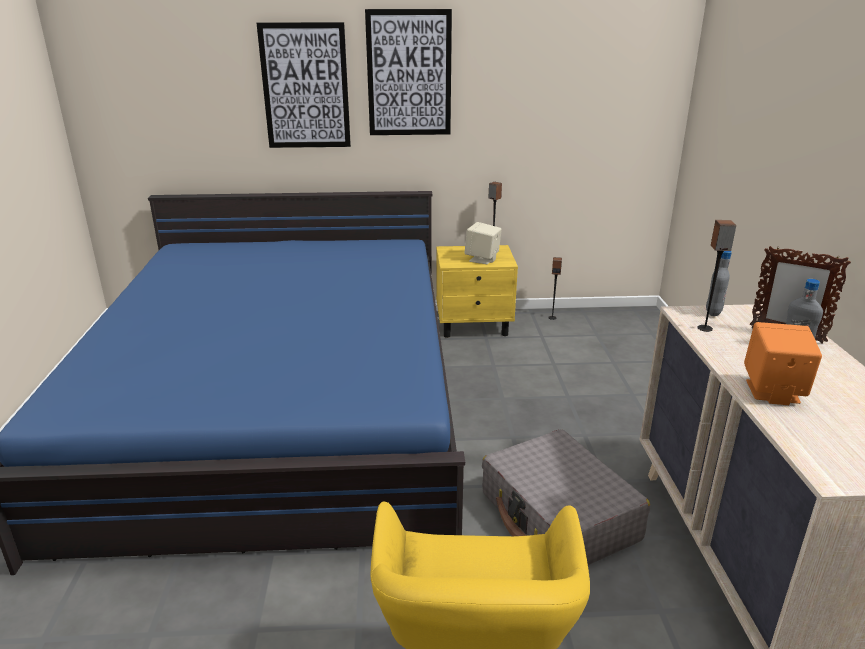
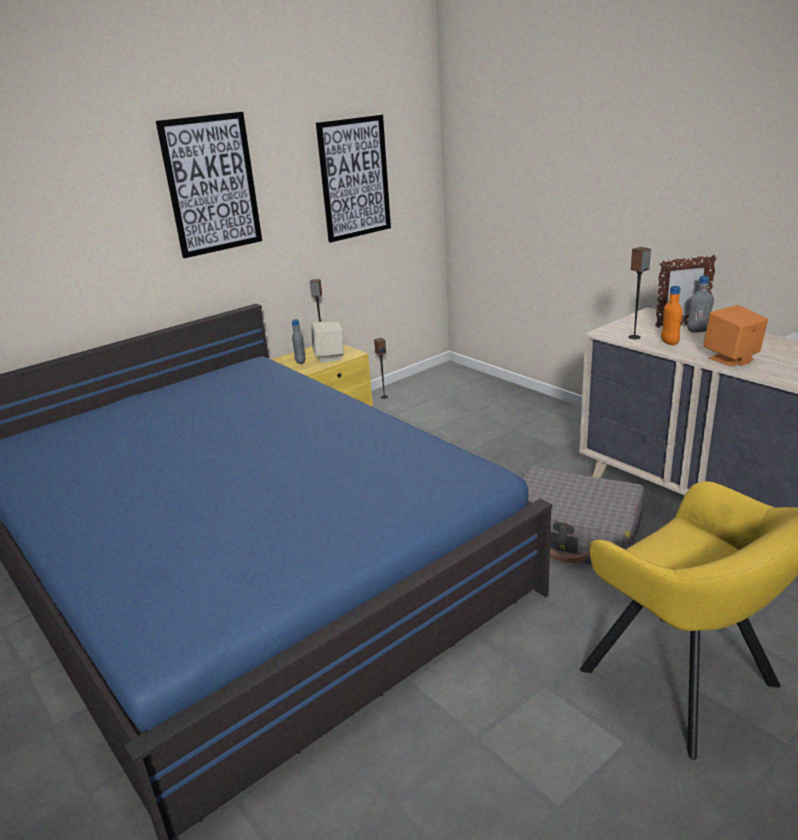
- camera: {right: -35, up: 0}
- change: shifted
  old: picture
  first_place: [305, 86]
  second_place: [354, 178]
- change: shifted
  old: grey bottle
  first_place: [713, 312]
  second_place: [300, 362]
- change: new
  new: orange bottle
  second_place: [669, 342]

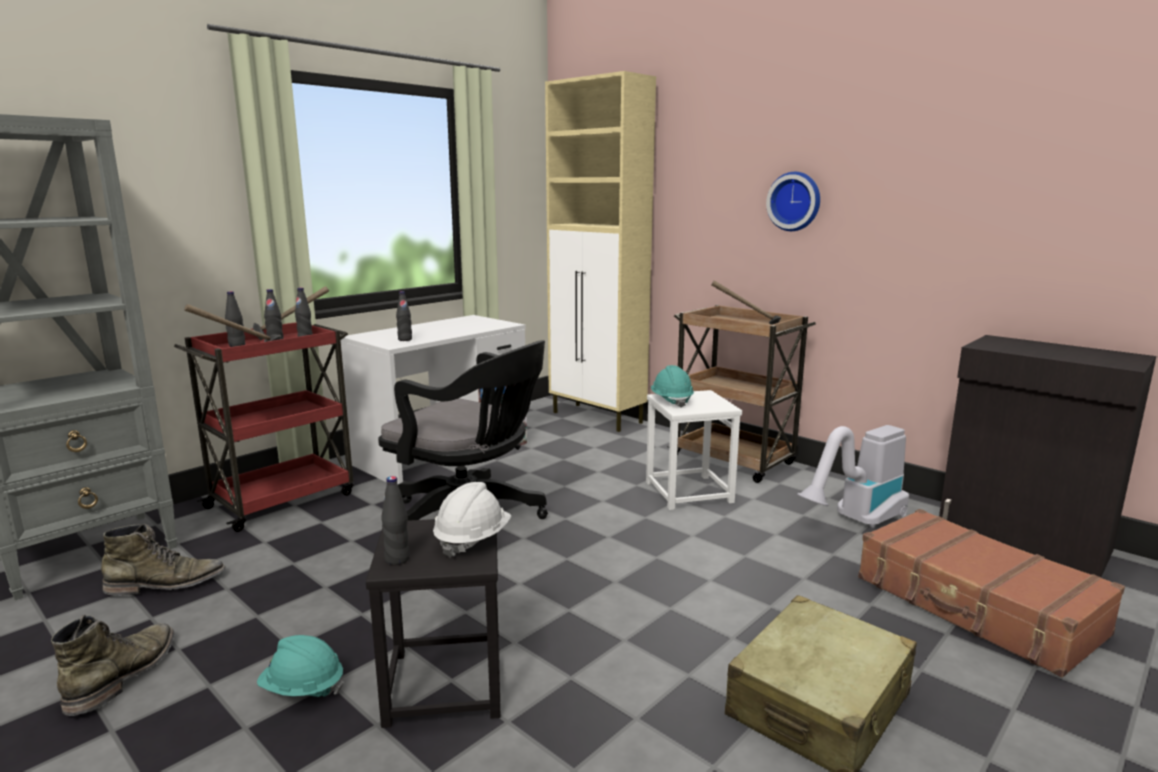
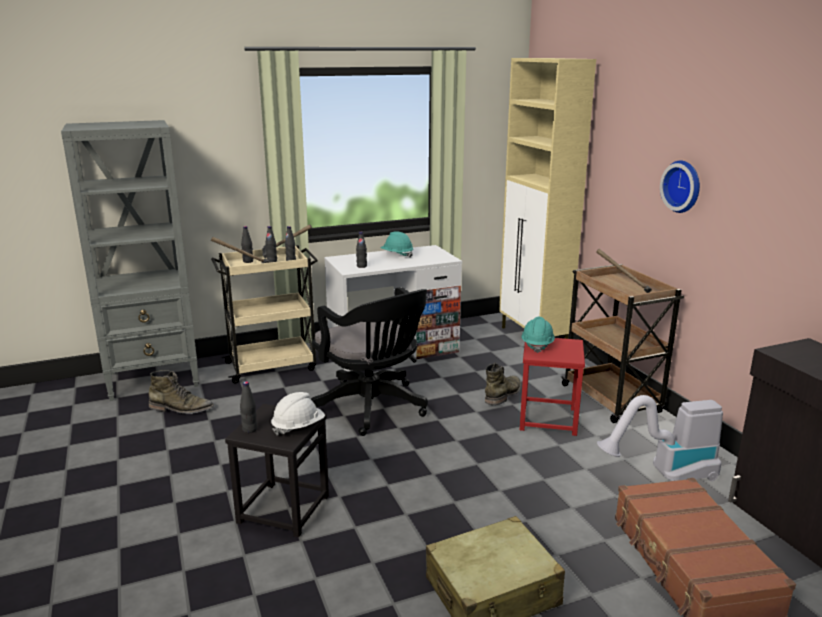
- camera: {right: 25, up: 5}
- change: repainted
  old: red cart
  new: beige cart
  first_place: [283, 500]
  second_place: [272, 366]
- change: repainted
  old: white stool
  new: red stool
  first_place: [688, 492]
  second_place: [547, 419]
- change: shifted
  old: green boot
  first_place: [125, 674]
  second_place: [503, 394]
- change: shifted
  old: turquoise hard hat
  first_place: [302, 689]
  second_place: [397, 255]

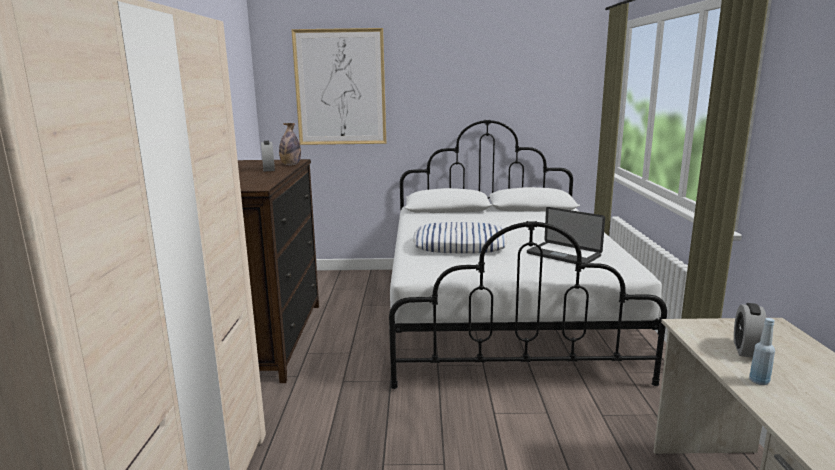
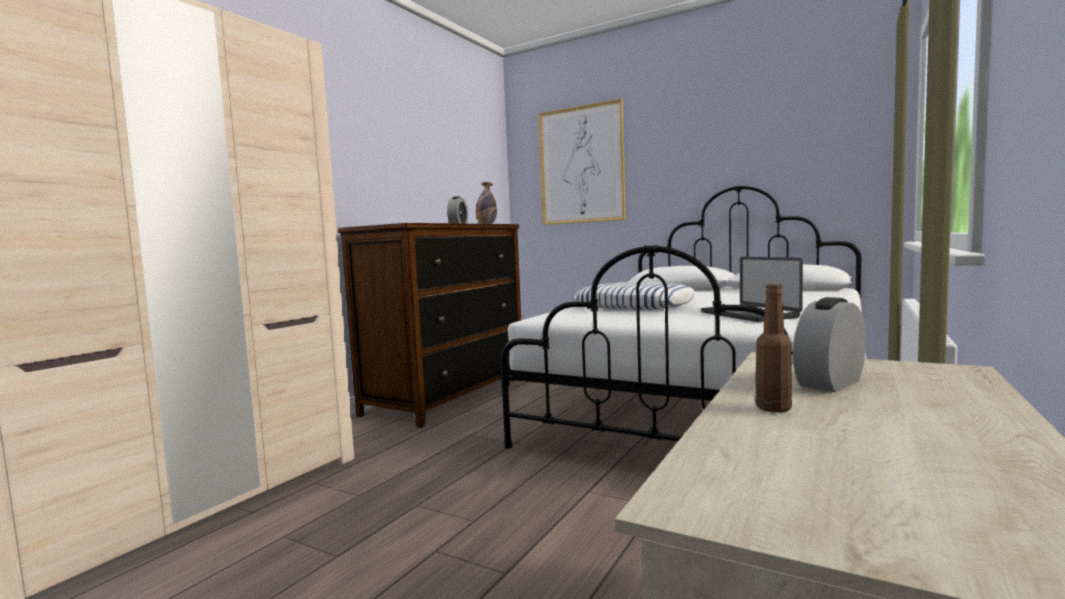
- camera: {right: 30, up: -10}
- change: repainted
  old: blue bottle
  new: brown bottle
  first_place: [759, 381]
  second_place: [773, 408]

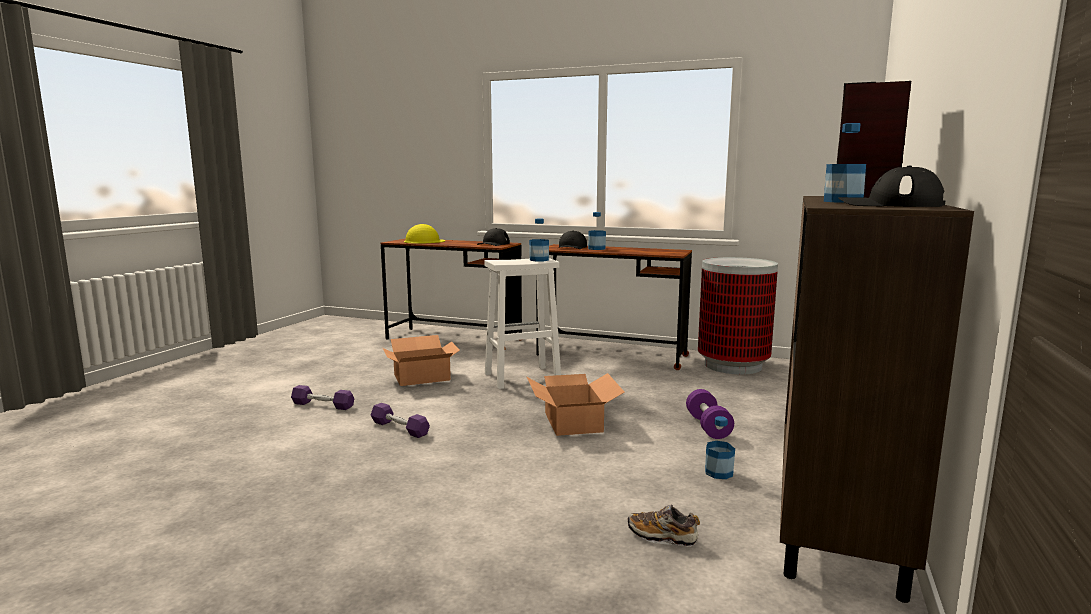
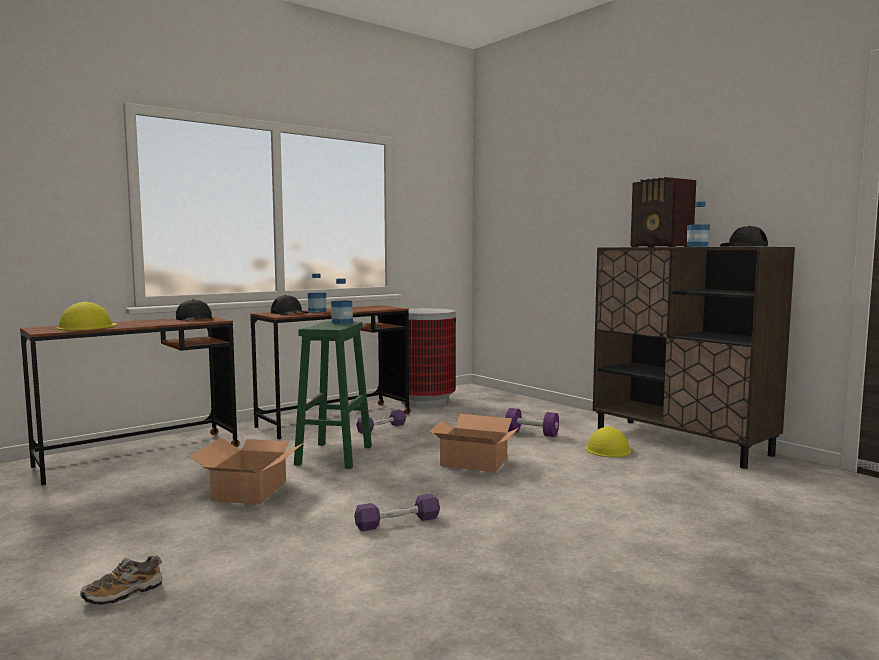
- camera: {right: -60, up: -5}
- change: repainted
  old: white stool
  new: green stool
  first_place: [521, 378]
  second_place: [334, 456]
- change: shifted
  old: purple dumbbell
  first_place: [323, 405]
  second_place: [381, 428]
- change: swapped
  old: bottle
  new: yellow hard hat
  first_place: [718, 472]
  second_place: [608, 449]
- change: shifted
  old: shoe
  first_place: [662, 537]
  second_place: [123, 594]

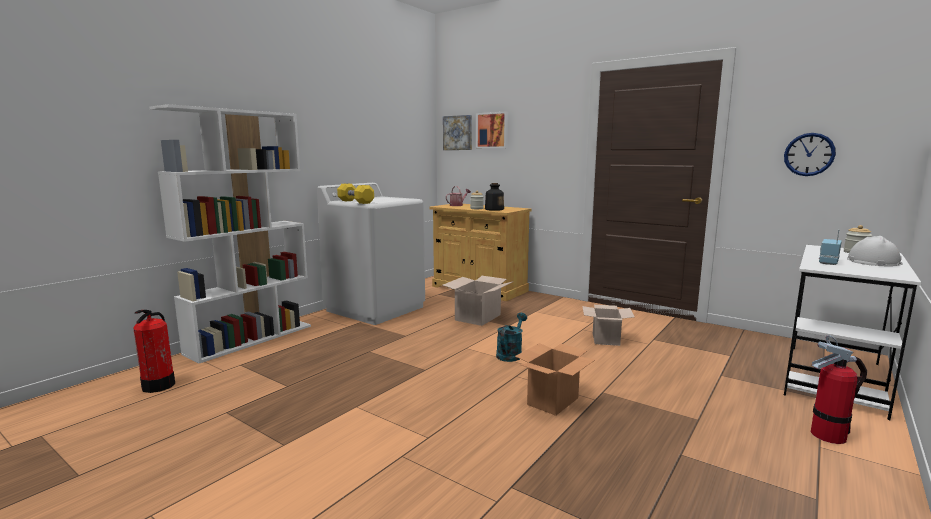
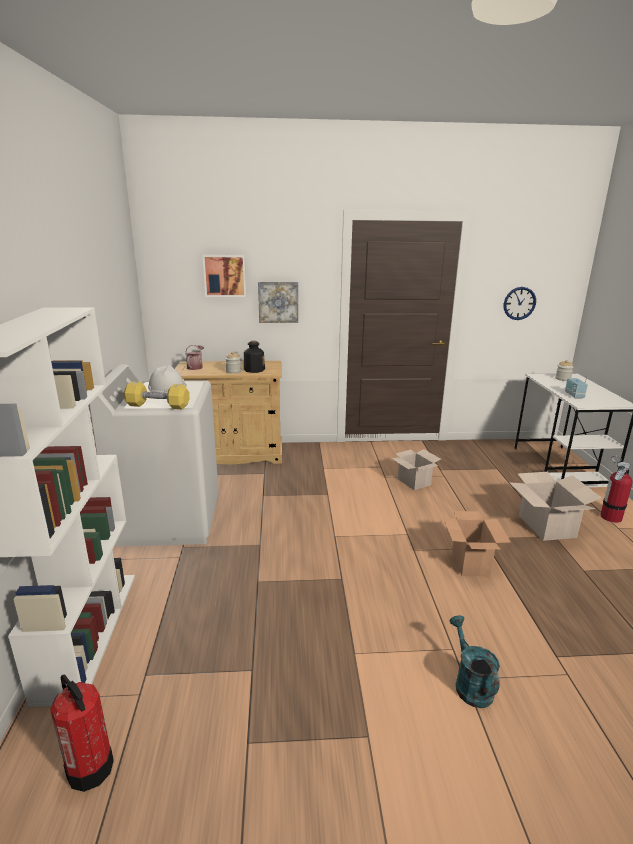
- camera: {right: -40, up: 10}
- change: shifted
  old: picture
  first_place: [458, 133]
  second_place: [278, 302]
- change: shifted
  old: white hard hat
  first_place: [873, 261]
  second_place: [167, 387]
- change: shifted
  old: cardboard box
  first_place: [478, 317]
  second_place: [547, 526]
- change: shifted
  old: turquoise watering can
  first_place: [510, 354]
  second_place: [470, 683]

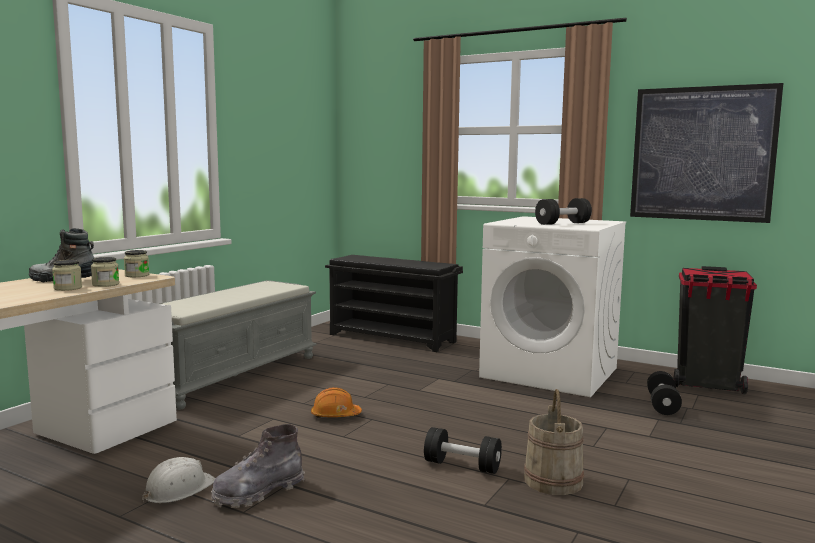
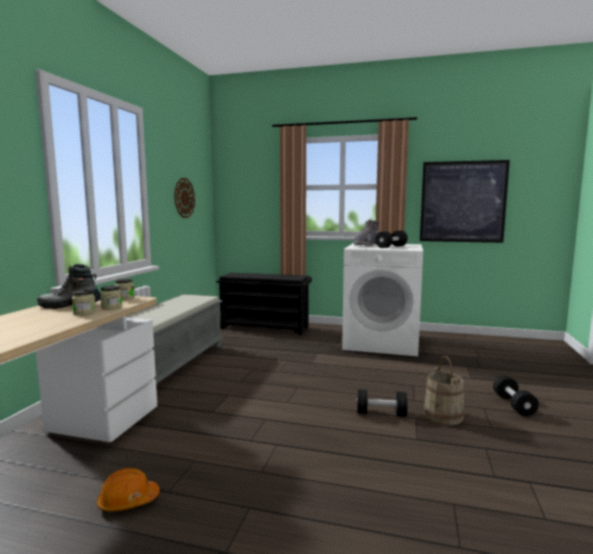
- camera: {right: -15, up: 0}
- change: gone
  old: black trash can
  first_place: [707, 385]
- change: shifted
  old: black dumbbell
  first_place: [662, 405]
  second_place: [513, 405]
- change: shifted
  old: orange hard hat
  first_place: [335, 415]
  second_place: [128, 501]
- change: shifted
  old: grey boot
  first_place: [258, 492]
  second_place: [366, 245]
- change: gone
  old: white hard hat
  first_place: [178, 489]
- change: new
  new: wall clock
  second_place: [184, 198]

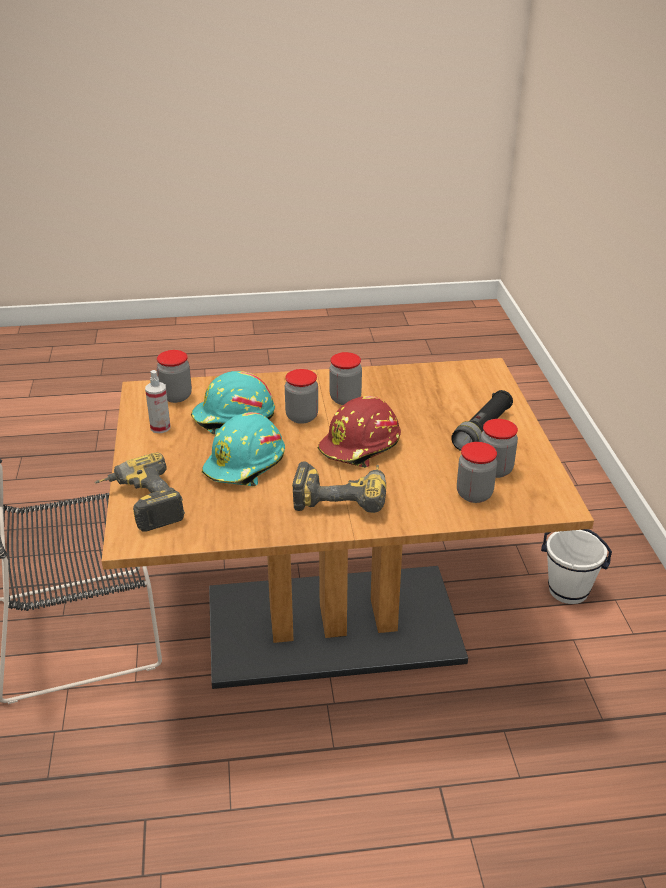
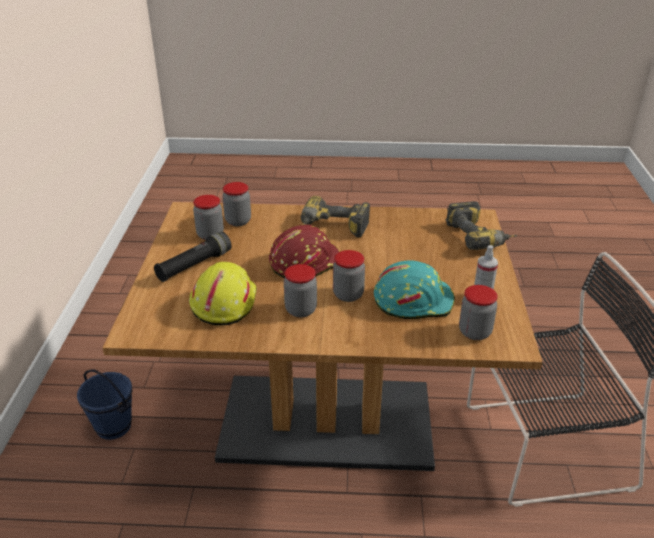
- camera: {right: -170, up: 0}
- change: gone
  old: turquoise hard hat
  first_place: [246, 465]
- change: repainted
  old: white bucket
  new: blue bucket
  first_place: [568, 590]
  second_place: [113, 427]
- change: new
  new: yellow hard hat
  second_place: [223, 302]

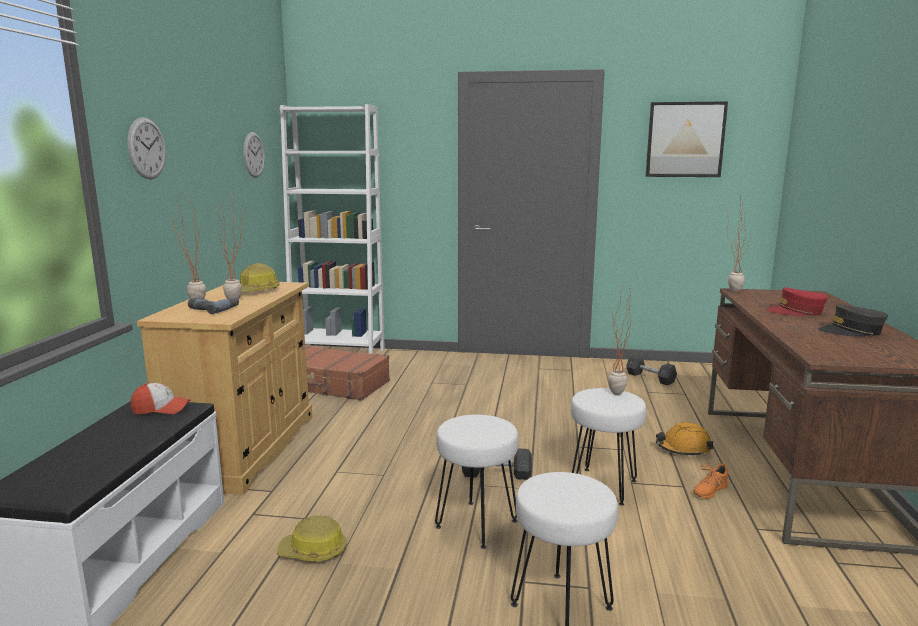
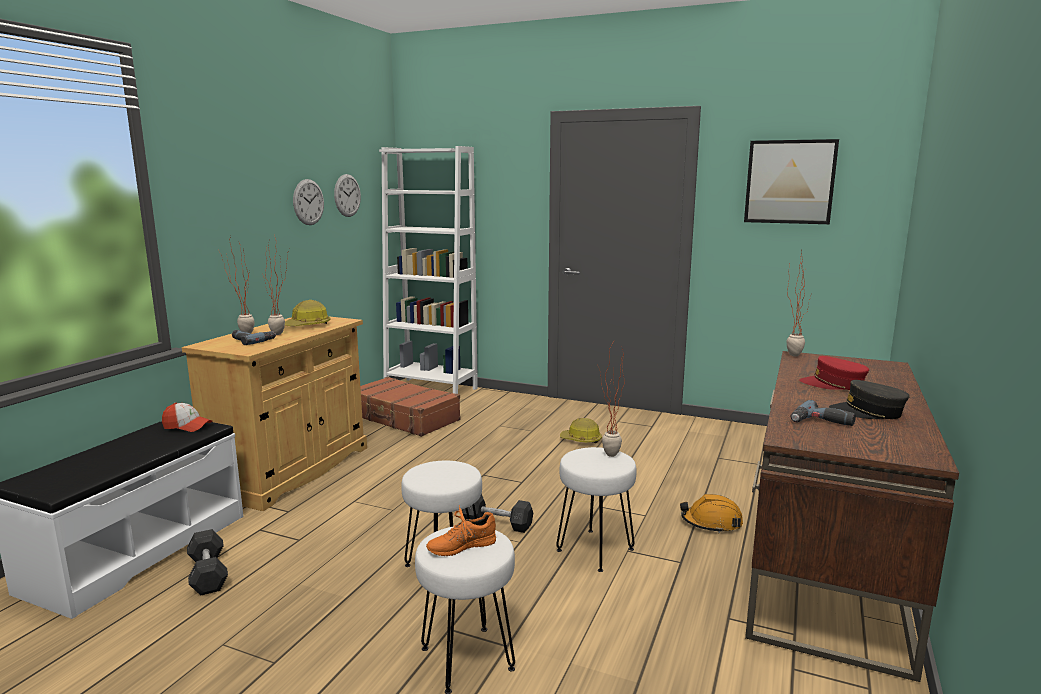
- camera: {right: 15, up: 0}
- change: shifted
  old: wall clock
  first_place: [146, 148]
  second_place: [308, 202]
- change: shifted
  old: grey dumbbell
  first_place: [650, 378]
  second_place: [208, 574]
- change: shifted
  old: orange shoe
  first_place: [709, 490]
  second_place: [461, 546]
- change: shifted
  old: hard hat
  first_place: [313, 551]
  second_place: [581, 440]
- change: new
  new: power drill
  second_place: [821, 422]

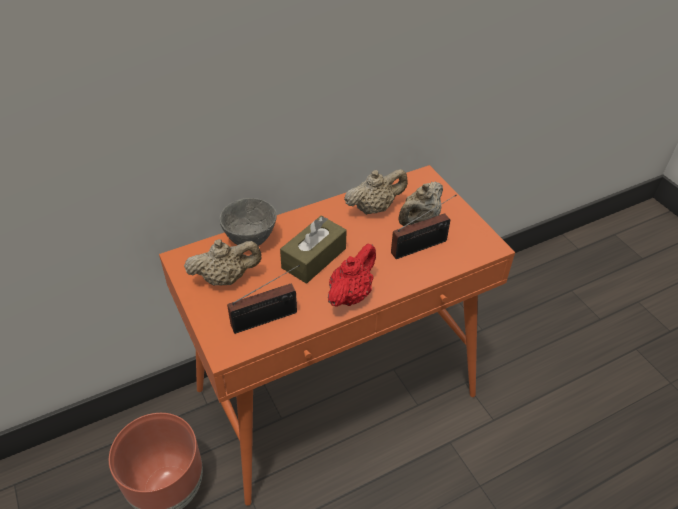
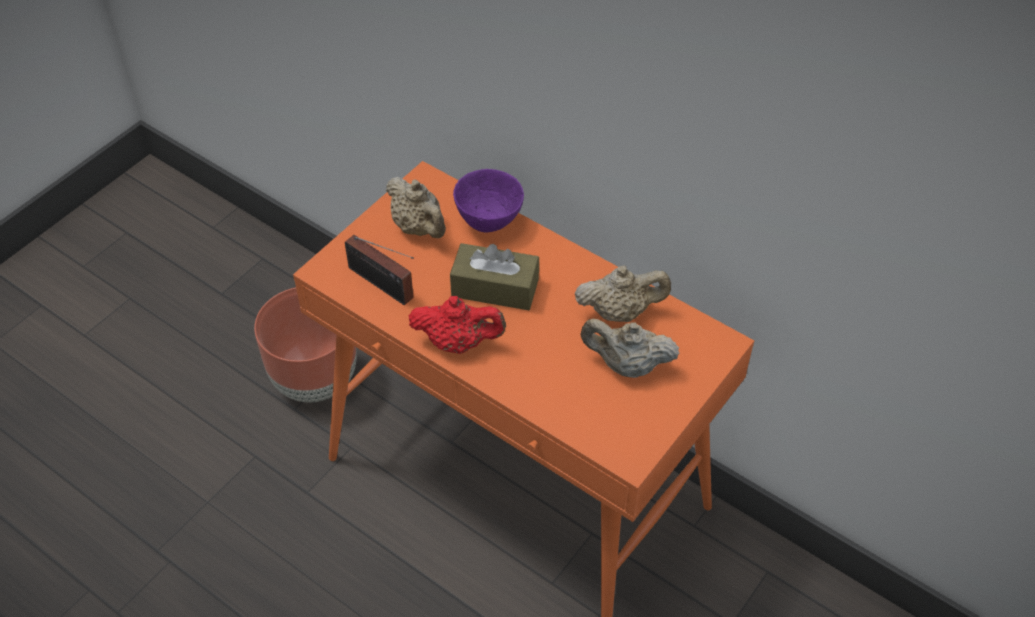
- camera: {right: 65, up: 5}
- change: rotated
  old: beige teapot
  first_place: [374, 208]
  second_place: [620, 312]
  degrees: -45
- change: gone
  old: radio
  first_place: [422, 246]
- change: repainted
  old: grey bowl
  new: purple bowl
  first_place: [250, 239]
  second_place: [489, 221]

